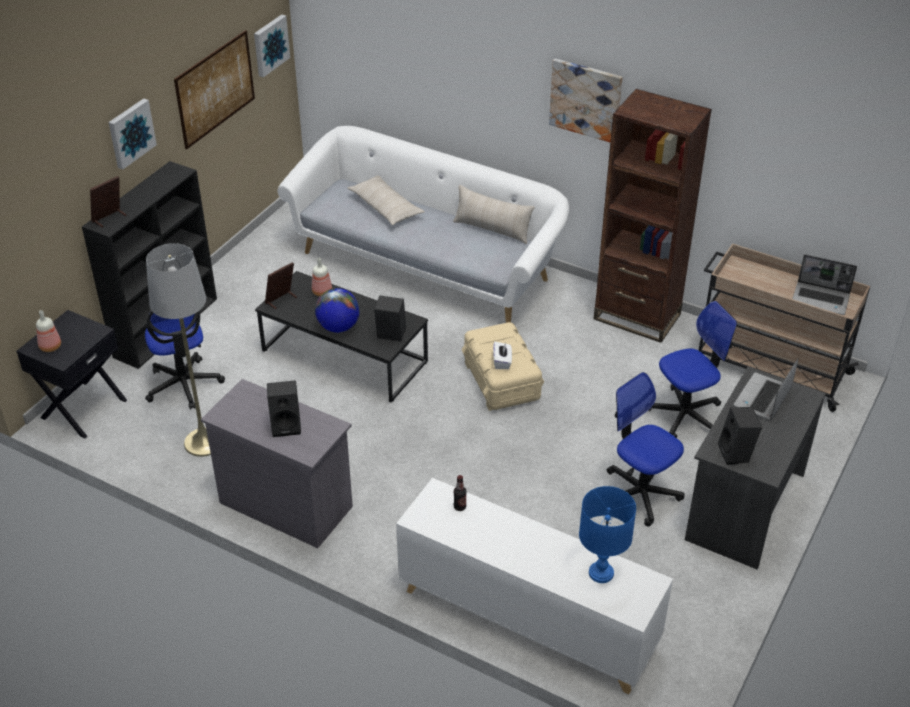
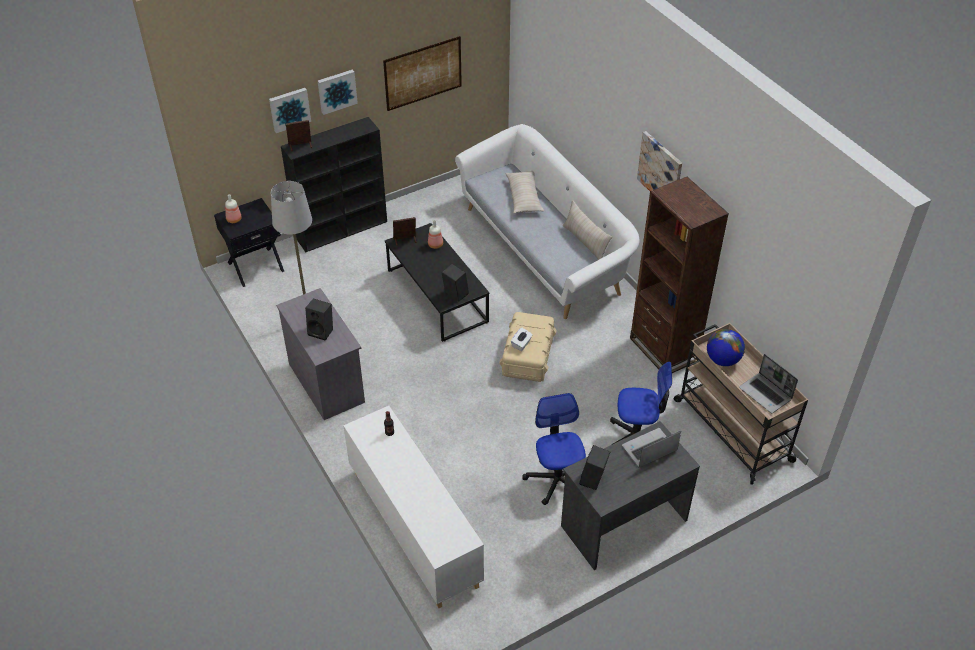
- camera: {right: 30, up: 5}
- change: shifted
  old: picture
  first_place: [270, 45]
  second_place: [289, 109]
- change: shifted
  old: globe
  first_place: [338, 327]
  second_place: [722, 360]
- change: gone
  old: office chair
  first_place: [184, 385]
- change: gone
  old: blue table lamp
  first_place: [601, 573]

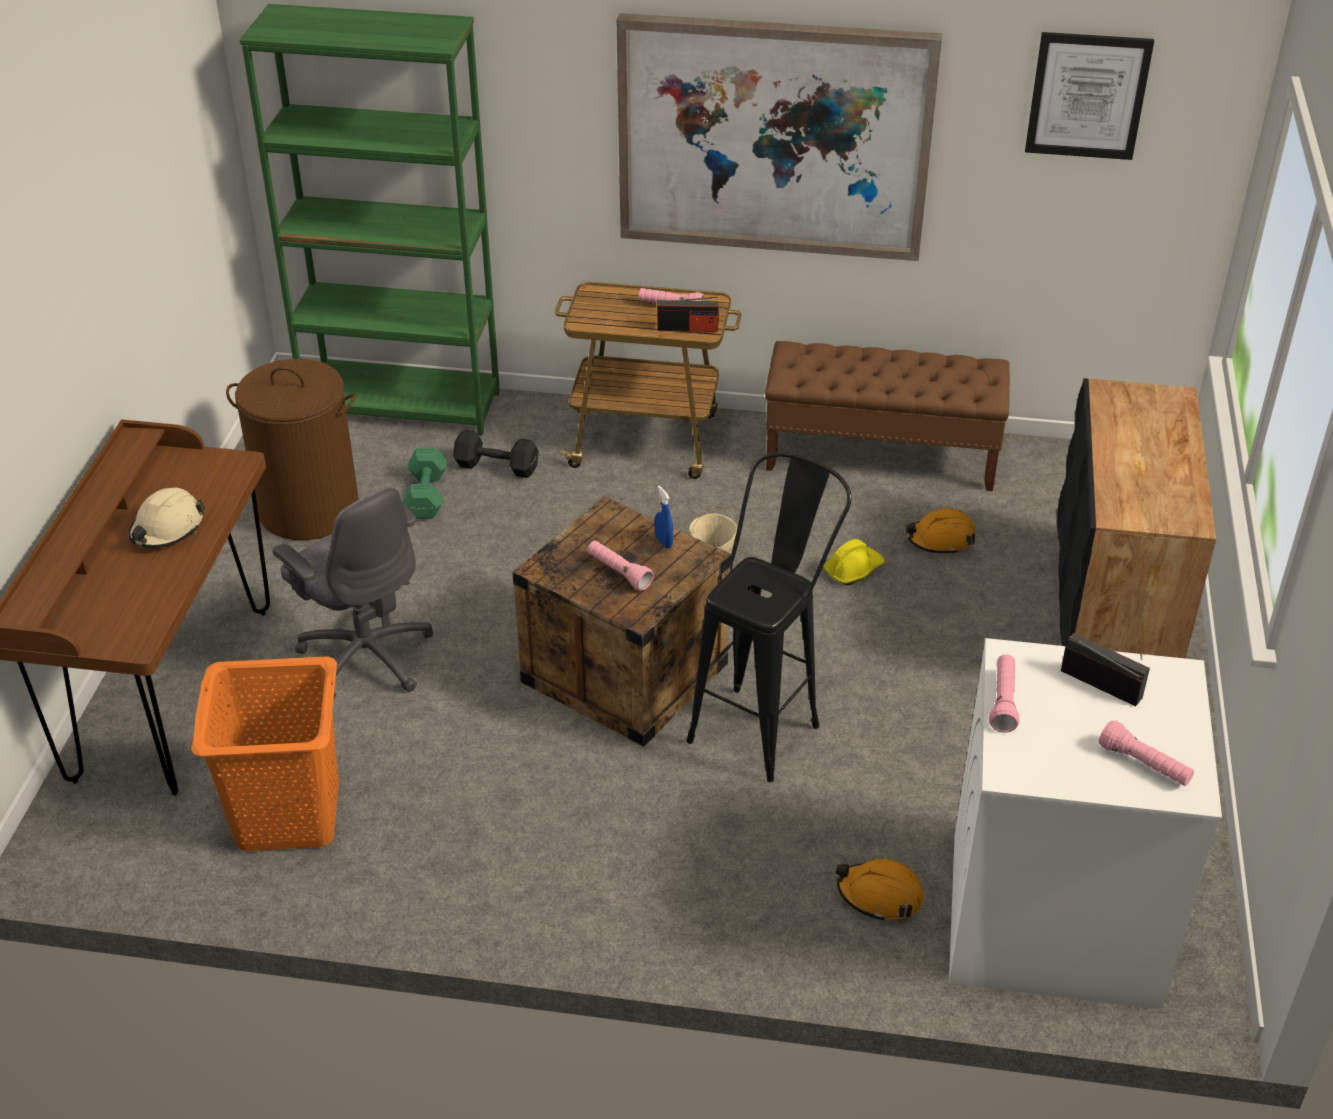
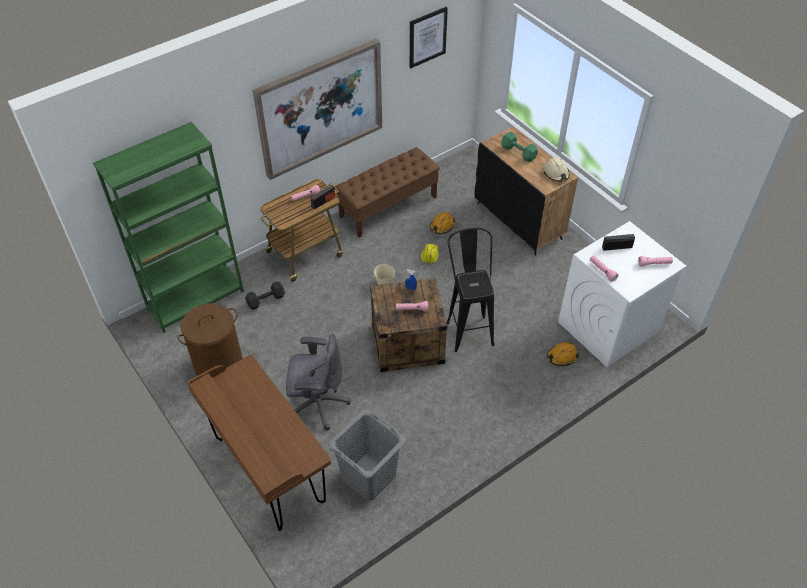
- camera: {right: -45, up: 10}
- change: shifted
  old: green dumbbell
  first_place: [427, 494]
  second_place: [518, 152]
- change: shifted
  old: beige hard hat
  first_place: [167, 529]
  second_place: [556, 173]
- change: repainted
  old: orange laundry basket
  new: grey laundry basket
  first_place: [287, 814]
  second_place: [368, 476]

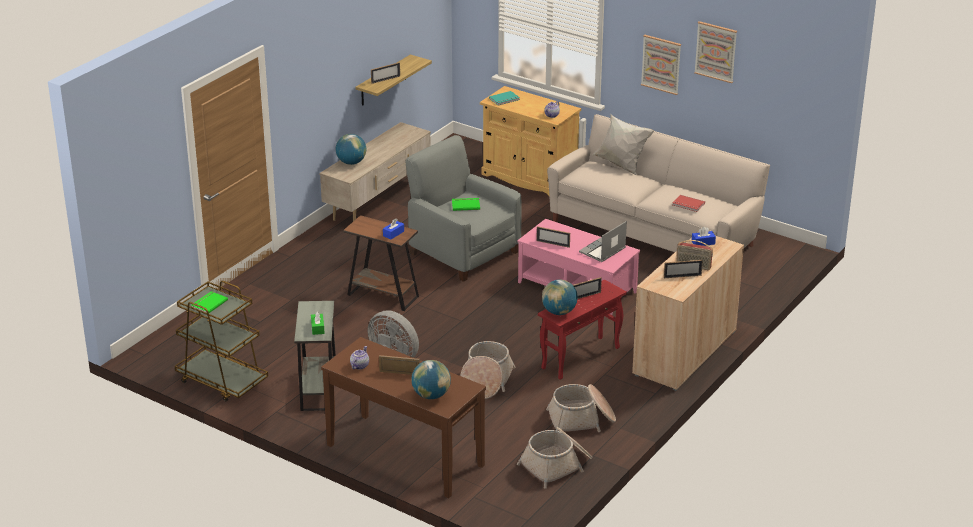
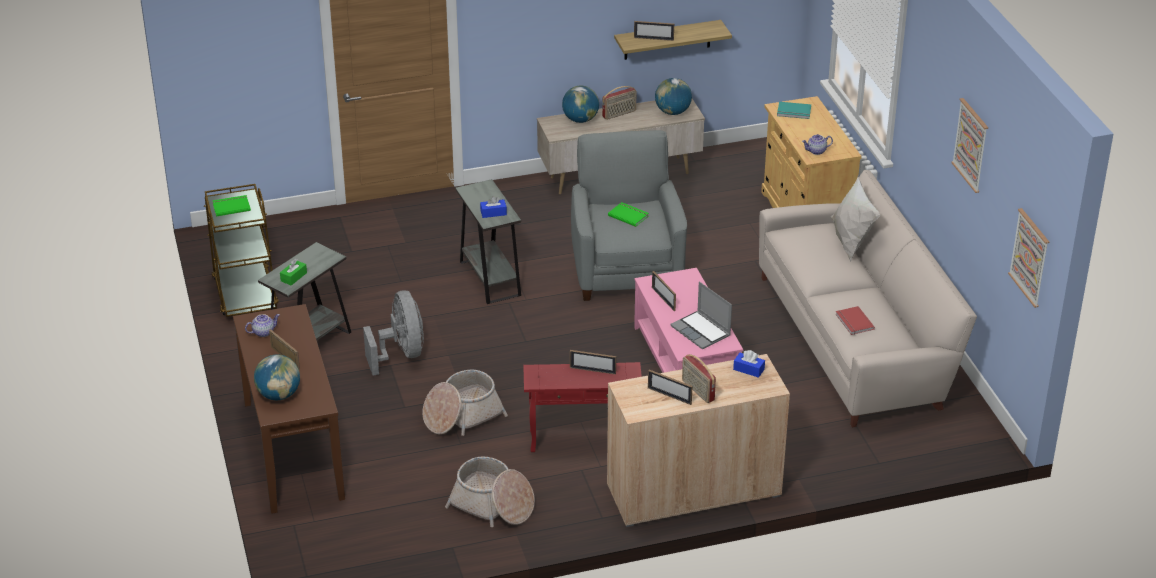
- camera: {right: 40, up: 5}
- change: shifted
  old: picture
  first_place: [661, 64]
  second_place: [1030, 257]
- change: repainted
  old: brown side table
  new: grey side table
  first_place: [383, 296]
  second_place: [490, 278]
- change: rotated
  old: laptop
  first_place: [602, 251]
  second_place: [701, 331]
  degrees: -120
- change: shifted
  old: globe
  first_place: [559, 312]
  second_place: [672, 112]
- change: gone
  old: basket
  first_place: [557, 465]
- change: new
  new: radio
  second_place: [619, 114]

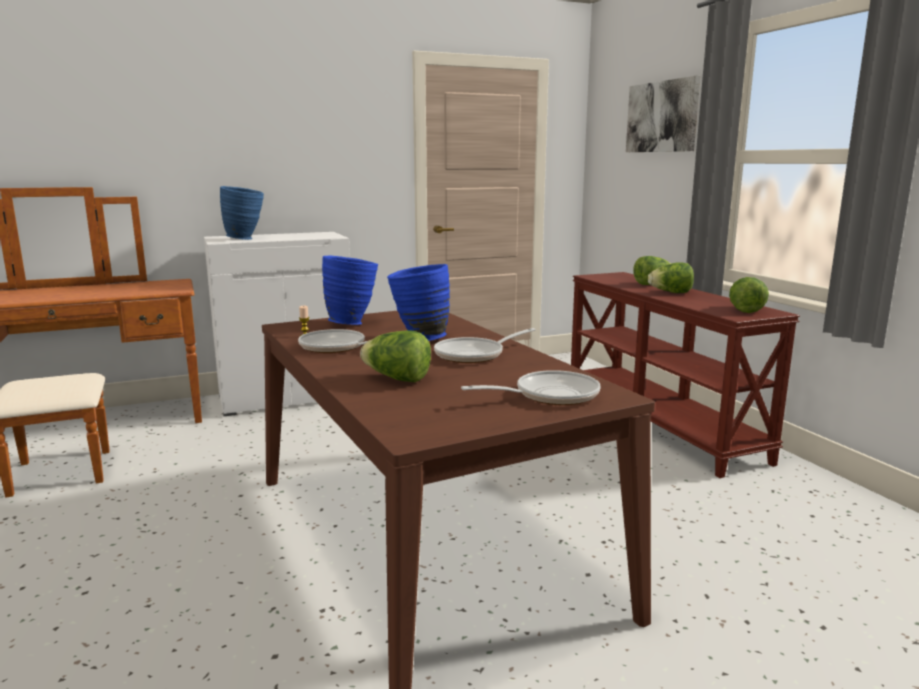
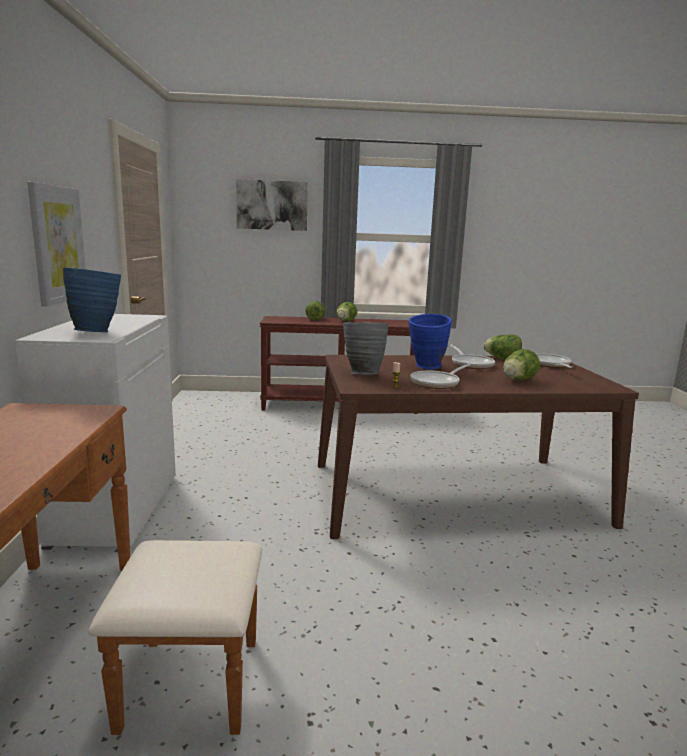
- camera: {right: -70, up: 0}
- change: repainted
  old: blue vase
  new: grey vase
  first_place: [352, 323]
  second_place: [362, 373]
- change: shifted
  old: lettuce
  first_place: [744, 310]
  second_place: [502, 359]
- change: new
  new: picture
  second_place: [58, 244]

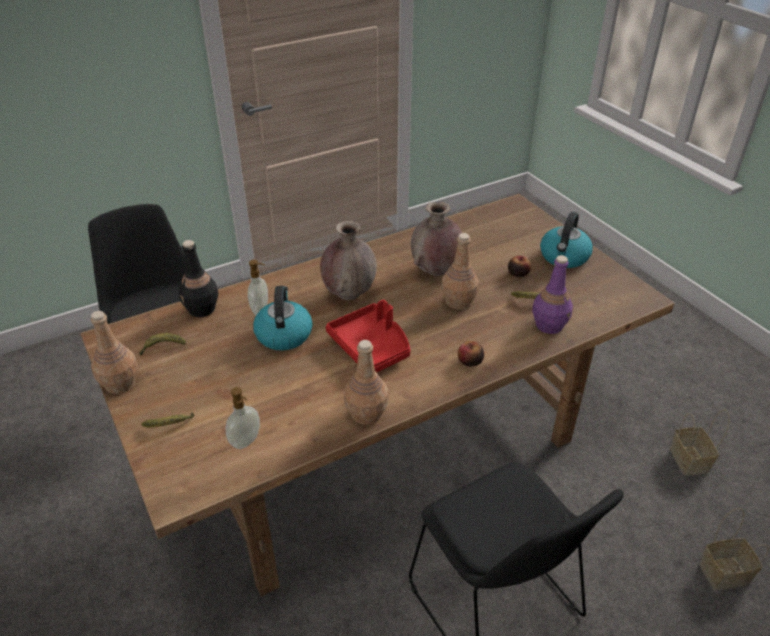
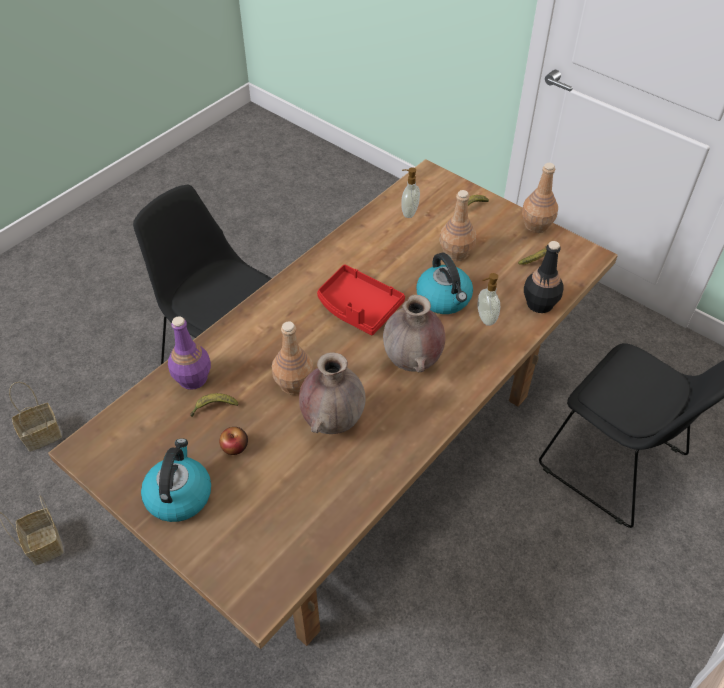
- camera: {right: 160, up: 10}
- change: shifted
  old: brown bottle
  first_place: [366, 413]
  second_place: [456, 253]
- change: gone
  old: apple
  first_place: [470, 361]

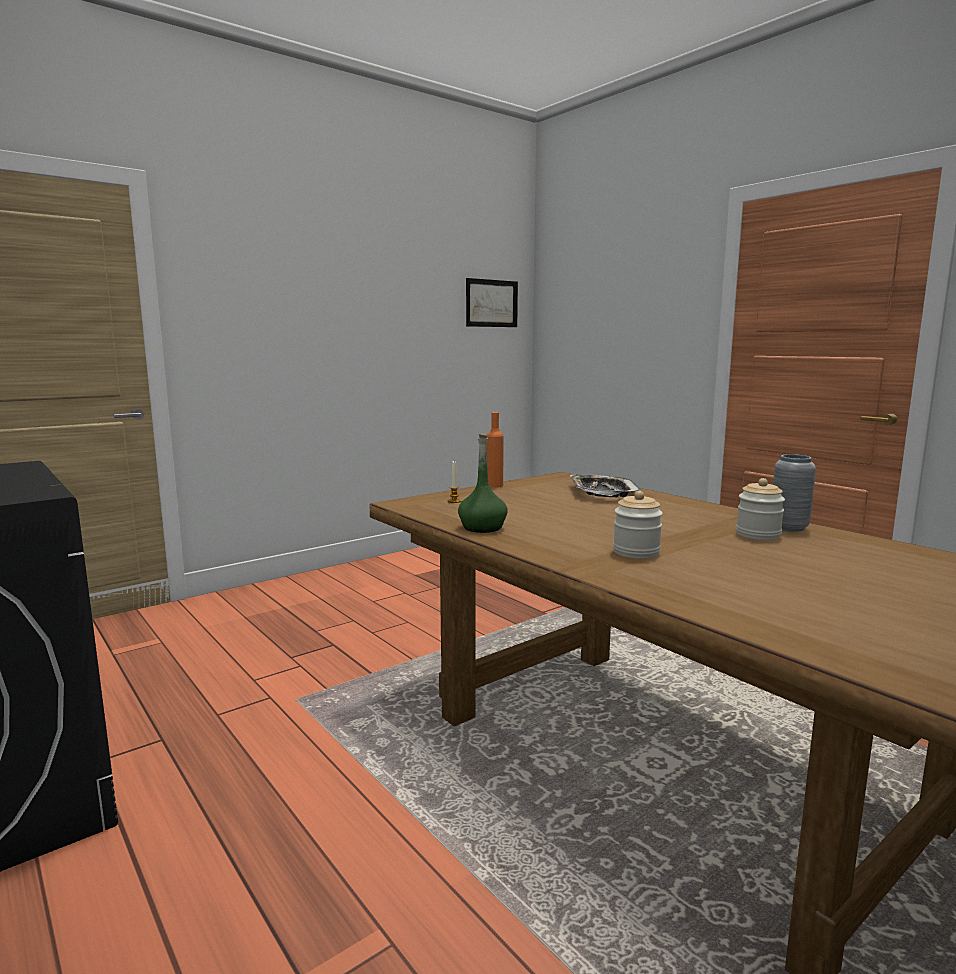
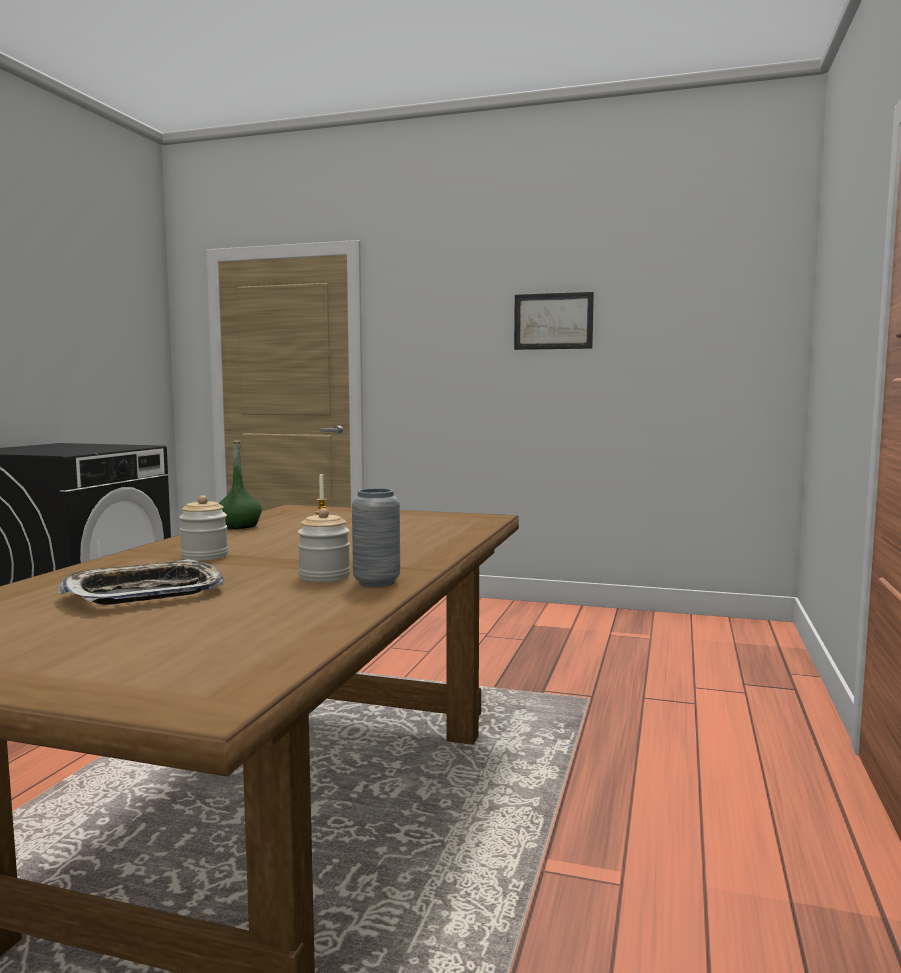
- camera: {right: 55, up: -5}
- change: shifted
  old: picture
  first_place: [491, 303]
  second_place: [553, 321]
- change: gone
  old: orange bottle
  first_place: [494, 485]
- change: shifted
  old: tray
  first_place: [602, 492]
  second_place: [145, 593]

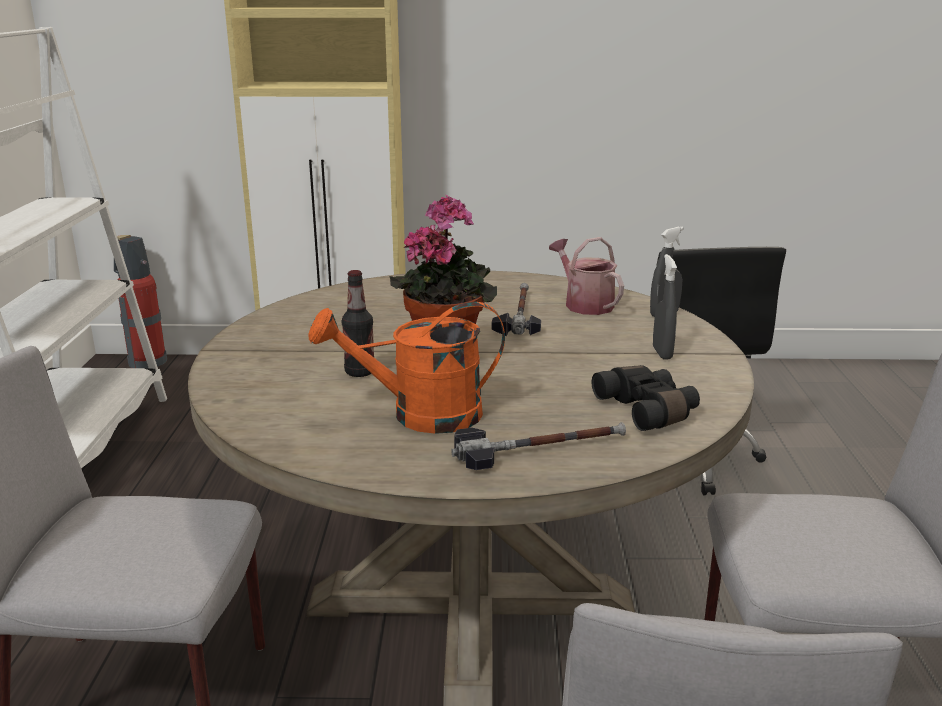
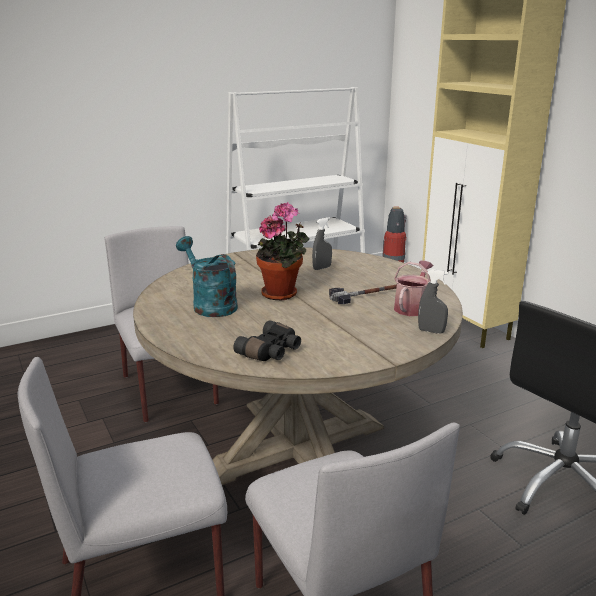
- camera: {right: 60, up: 0}
- change: shifted
  old: grey spray bottle
  first_place: [662, 353]
  second_place: [322, 268]
- change: gone
  old: bottle
  first_place: [360, 372]
- change: repainted
  old: orange watering can
  new: turquoise watering can
  first_place: [420, 415]
  second_place: [210, 305]
- change: gone
  old: hammer
  first_place: [539, 448]

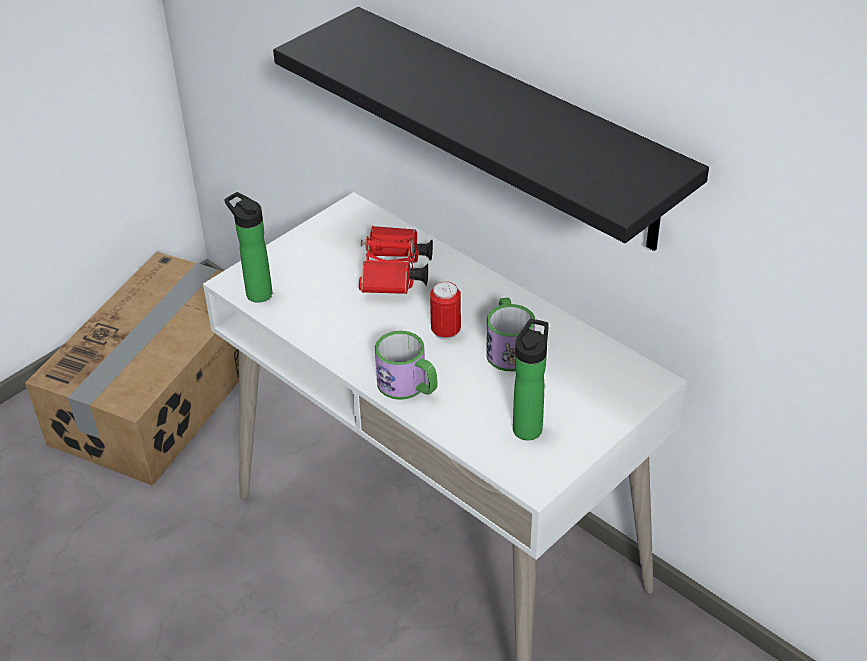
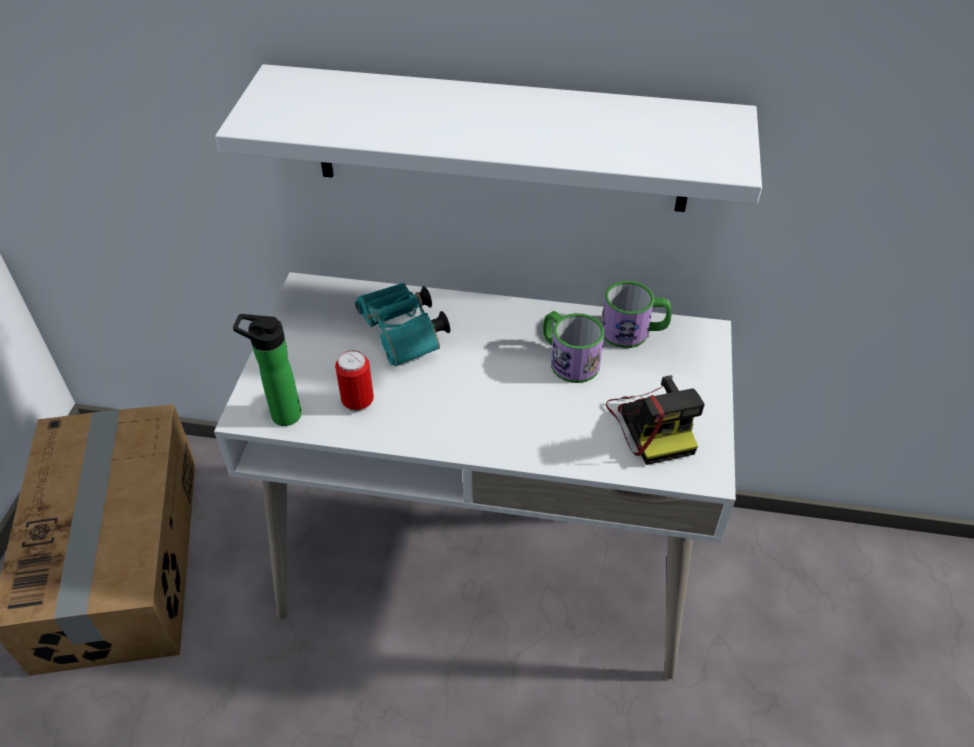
- camera: {right: -35, up: 5}
- change: repainted
  old: black shelf
  new: white shelf
  first_place: [516, 129]
  second_place: [501, 140]
- change: repainted
  old: red binoculars
  new: turquoise binoculars
  first_place: [394, 276]
  second_place: [404, 337]
- change: shifted
  old: can
  first_place: [446, 332]
  second_place: [358, 402]
- change: swapped
  old: bottle
  new: photo camera
  first_place: [528, 426]
  second_place: [653, 424]
- change: shifted
  old: mug
  first_place: [408, 386]
  second_place: [633, 332]

